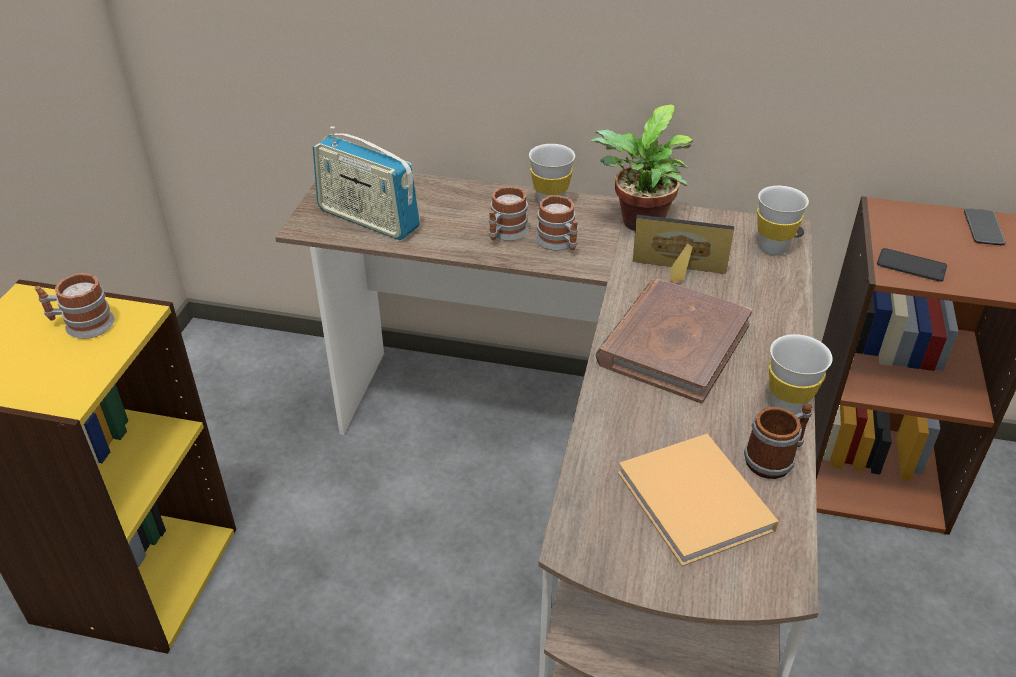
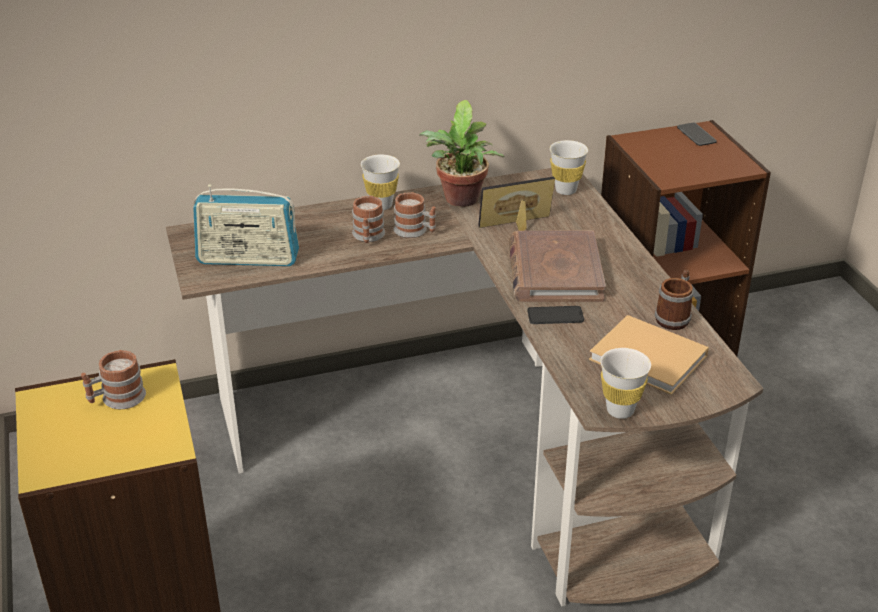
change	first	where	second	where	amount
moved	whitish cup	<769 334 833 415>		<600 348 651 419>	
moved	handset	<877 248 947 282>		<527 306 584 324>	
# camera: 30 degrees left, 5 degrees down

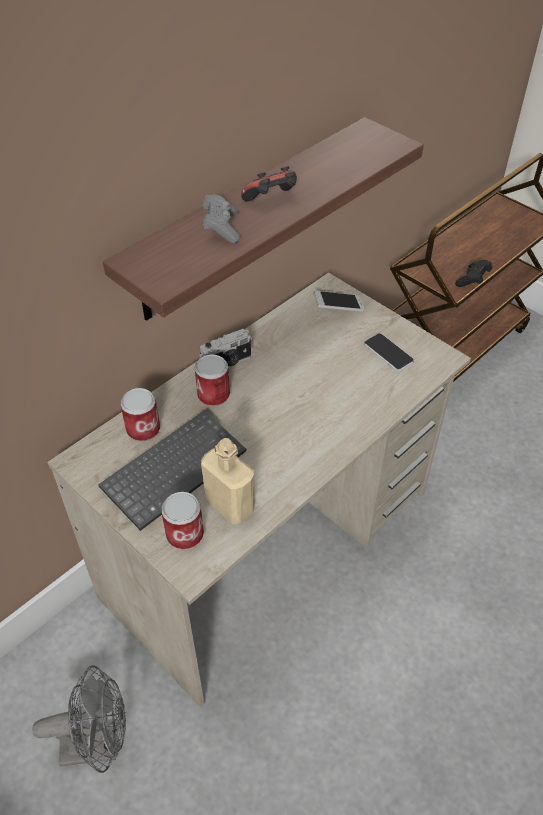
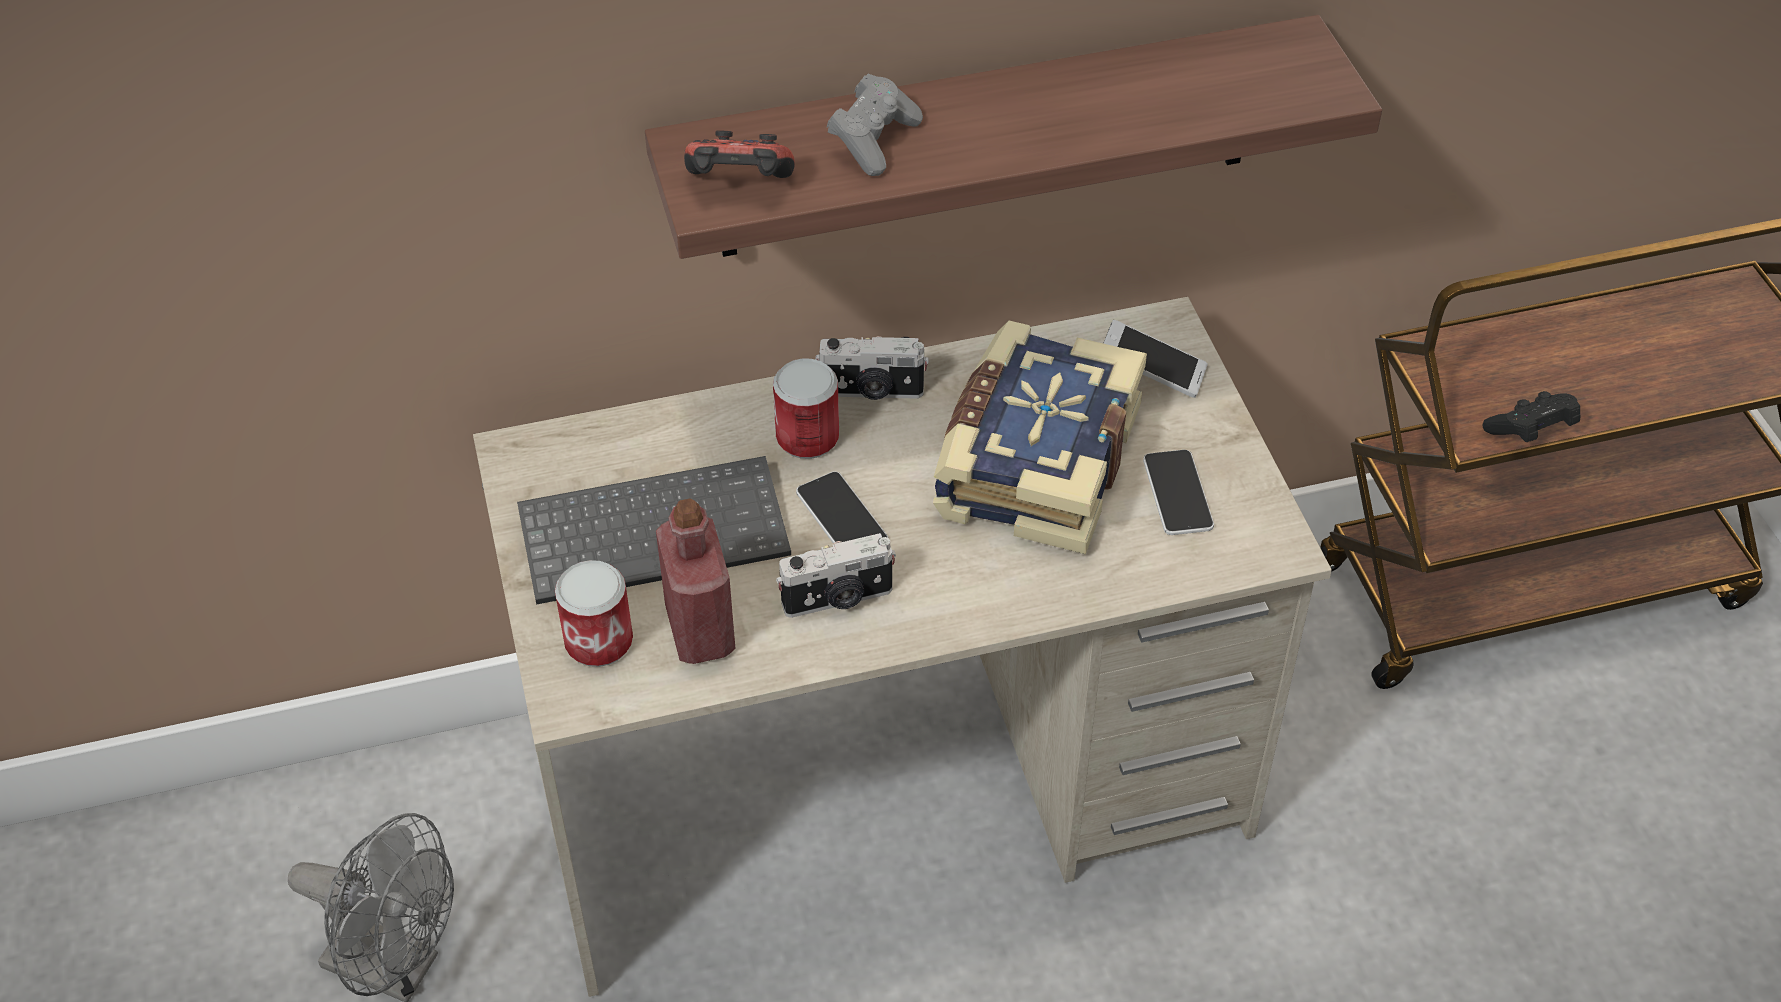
change	first	where	second	where	amount
removed	metal can	<120 388 160 441>			
added			photo camera	<776 533 896 618>	
added			handset	<796 471 888 544>	
added			bound book	<933 320 1147 554>	
moved	gamepad	<241 166 297 202>		<684 131 795 178>	
recoloured	beige-coloured bottle	<201 438 255 525>	red-coloured bottle	<656 498 736 664>	
# camera: 30 degrees right, 0 degrees up

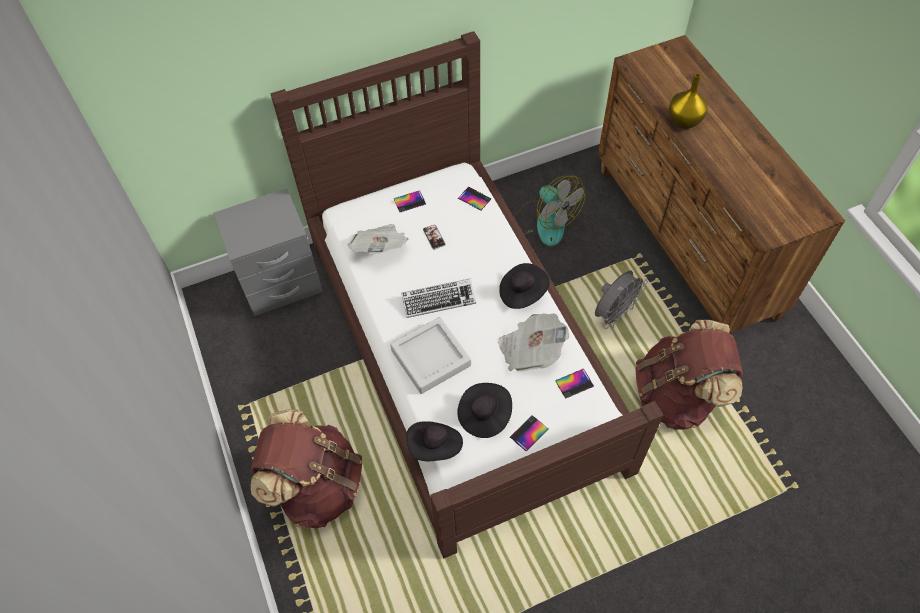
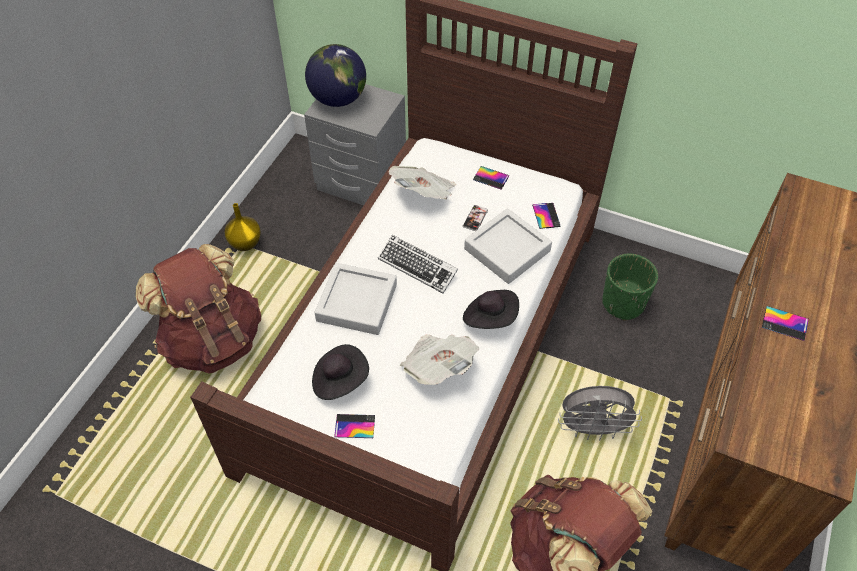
change	first	where	second	where	amount
removed	black hat	<406 421 463 461>			
added			world globe	<305 44 366 107>	
added			greyish carrying tray	<464 208 552 284>	
moved	handset	<555 368 594 399>		<762 306 809 341>	
moved	yellowish vase	<669 74 708 129>		<225 203 261 251>	
replaced	electric fan	<514 176 586 246>	green planter	<602 254 658 320>	
# camera: 45 degrees right, 5 degrees down

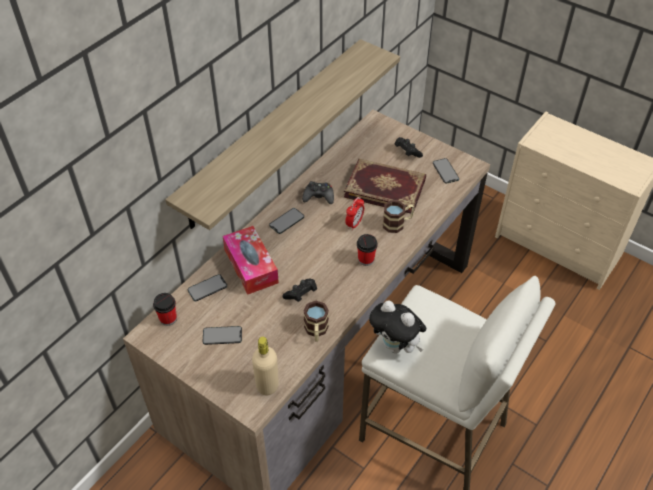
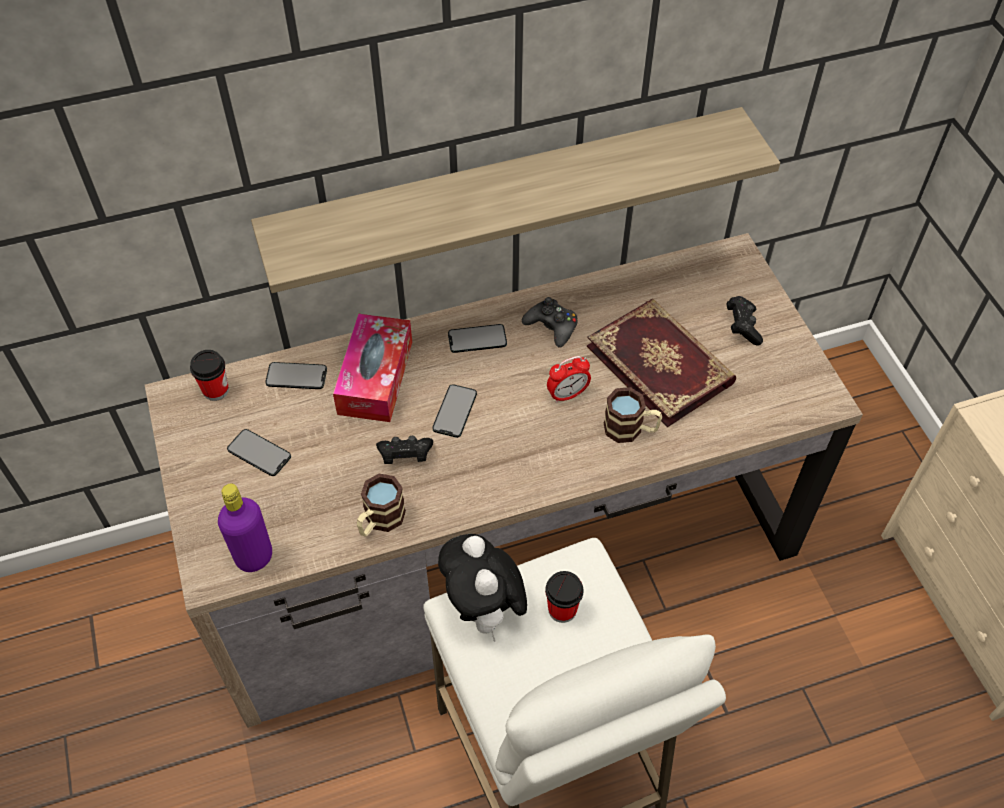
change	first	where	second	where	amount
moved	cup	<357 234 378 266>		<545 571 584 623>	
moved	handset	<433 158 459 184>		<432 384 477 438>	
recoloured	beige-coloured bottle	<252 337 279 395>	purple bottle	<218 484 272 572>	
# camera: 35 degrees right, 5 degrees up

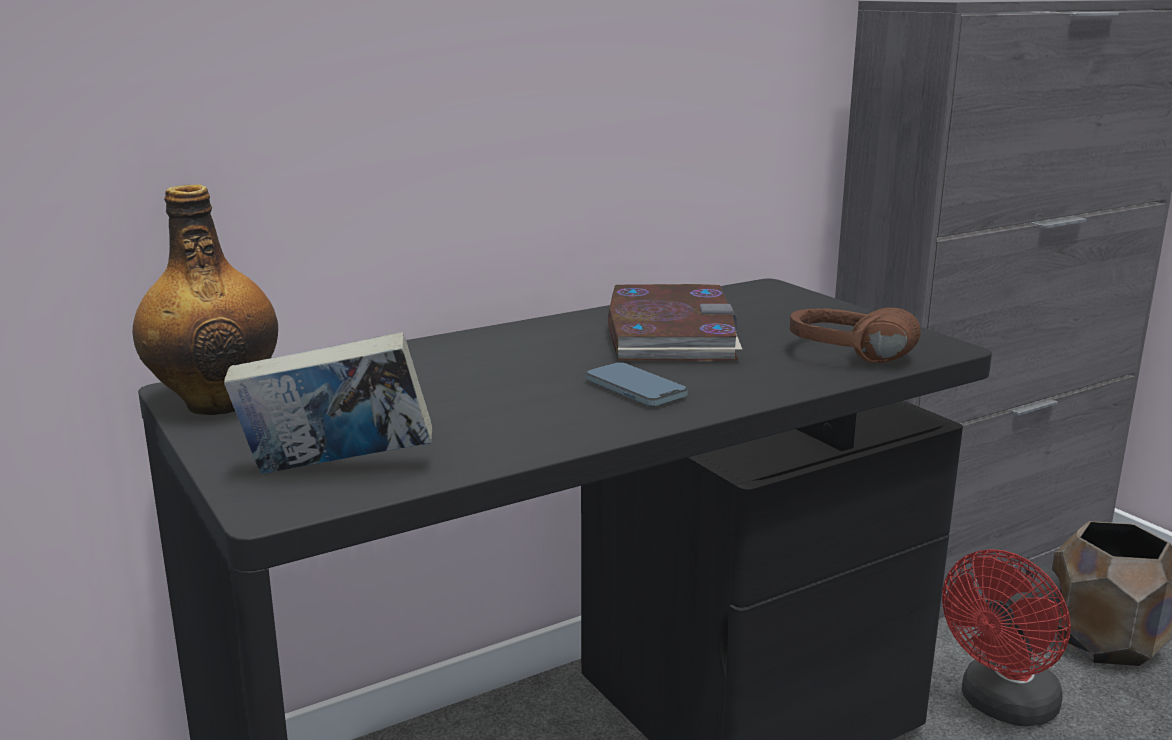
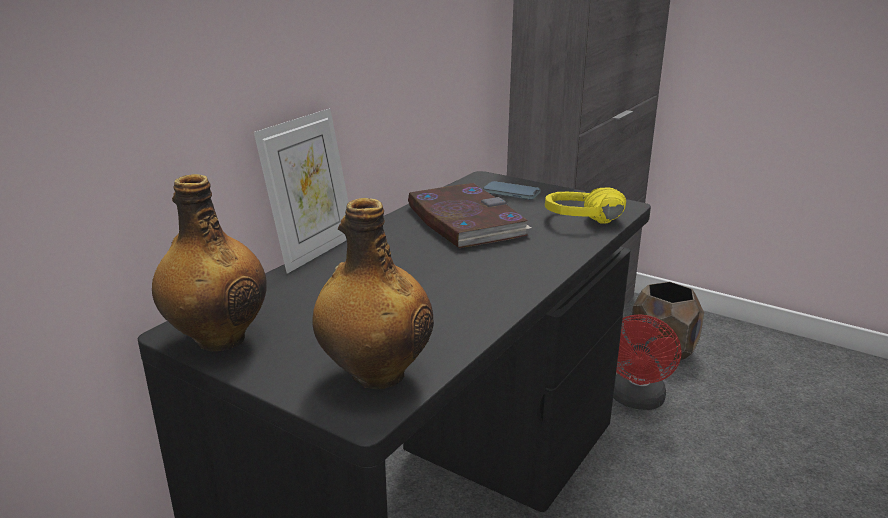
change	first	where	second	where	amount
added			photo frame	<254 108 349 273>	
moved	handset	<585 362 688 407>		<483 181 541 200>	
replaced	bound book	<224 332 432 474>	bottle	<312 198 434 389>	
recoloured	brownish pair of headphones	<790 308 921 363>	yellowish pair of headphones	<545 187 626 224>	
# camera: 25 degrees left, 5 degrees up

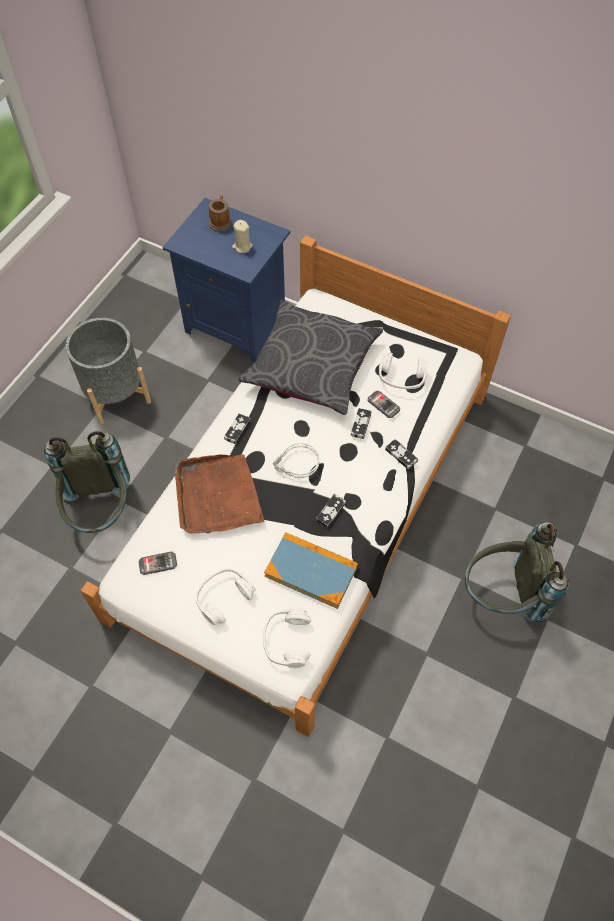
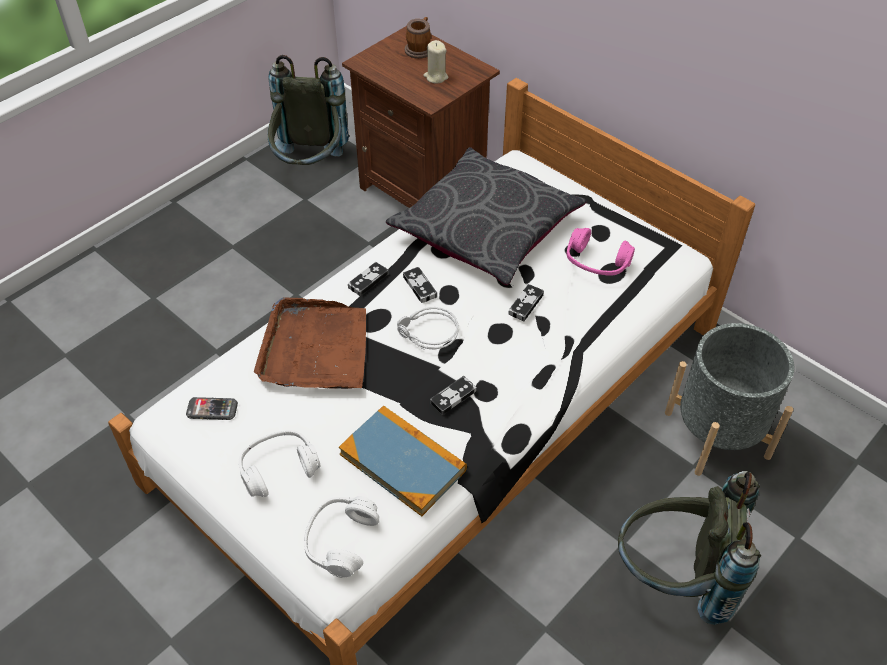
change	first	where	second	where	amount
removed	handset	<368 391 400 418>			
moved	greyish backpack	<44 431 130 533>		<268 55 349 165>	
moved	greyish planter	<66 318 151 425>		<665 323 794 476>	
moved	gamepad	<385 439 418 469>		<403 267 437 303>	
recoloured	bluish night table	<162 198 290 362>	brownish night table	<342 26 500 208>	
recoloured	whitish pair of headphones	<379 353 429 389>	pinkish pair of headphones	<567 228 635 276>	
# camera: 15 degrees right, 10 degrees down

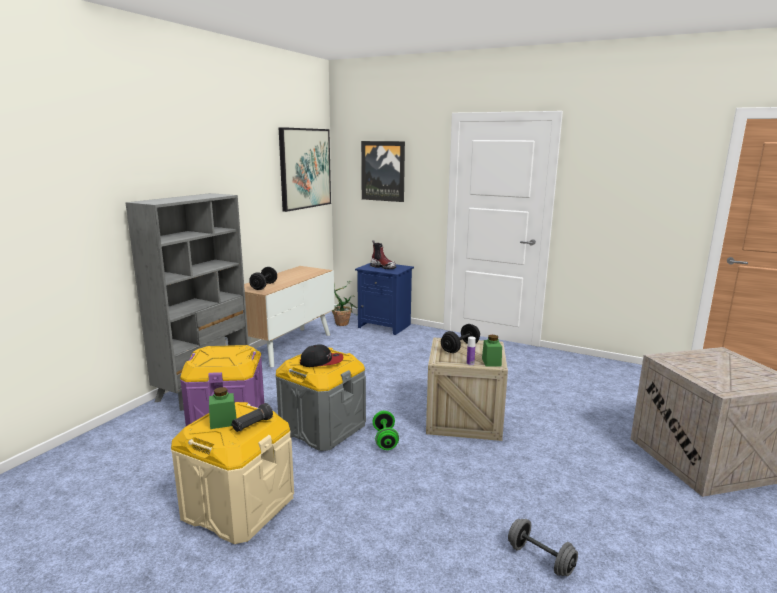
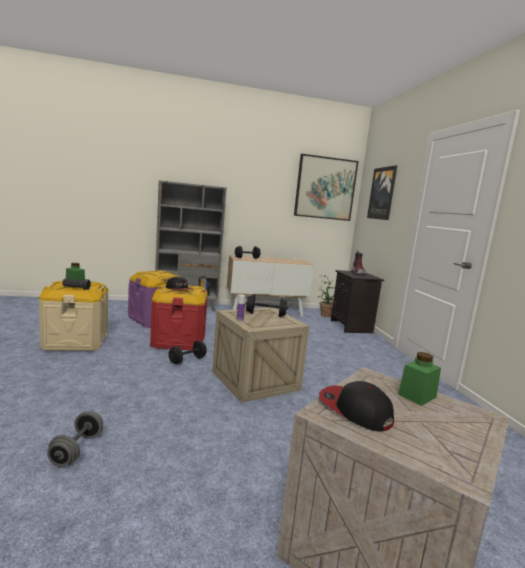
change	first	where	second	where	amount
added			baseball cap	<319 381 394 432>	
moved	green jar	<482 335 502 366>		<398 352 441 406>	
recoloured	greyish storage box	<276 348 366 451>	red-coloured storage box	<150 284 208 350>	
recoloured	bluish night table	<355 263 414 335>	black night table	<331 270 384 334>	
recoloured	green free weight	<372 411 399 450>	black free weight	<168 341 207 365>	
# camera: 50 degrees right, 5 degrees down

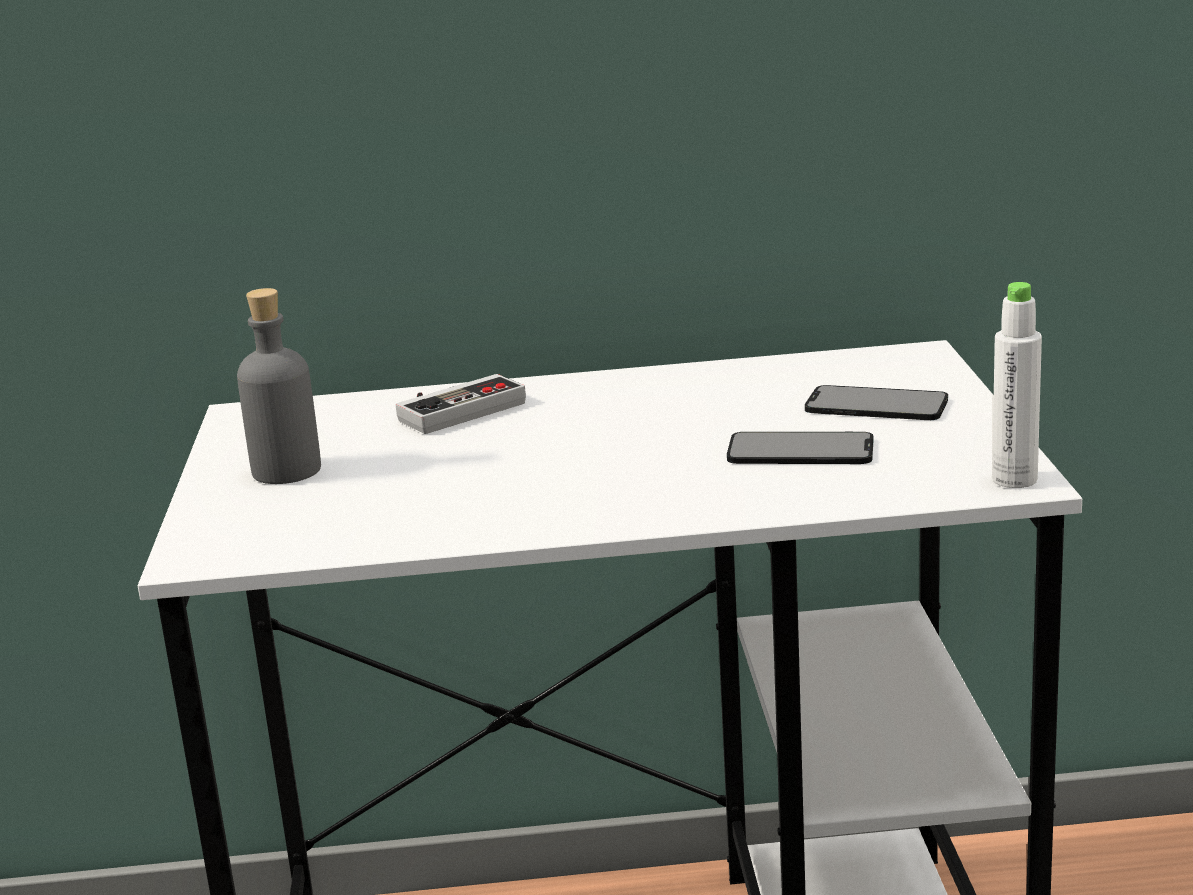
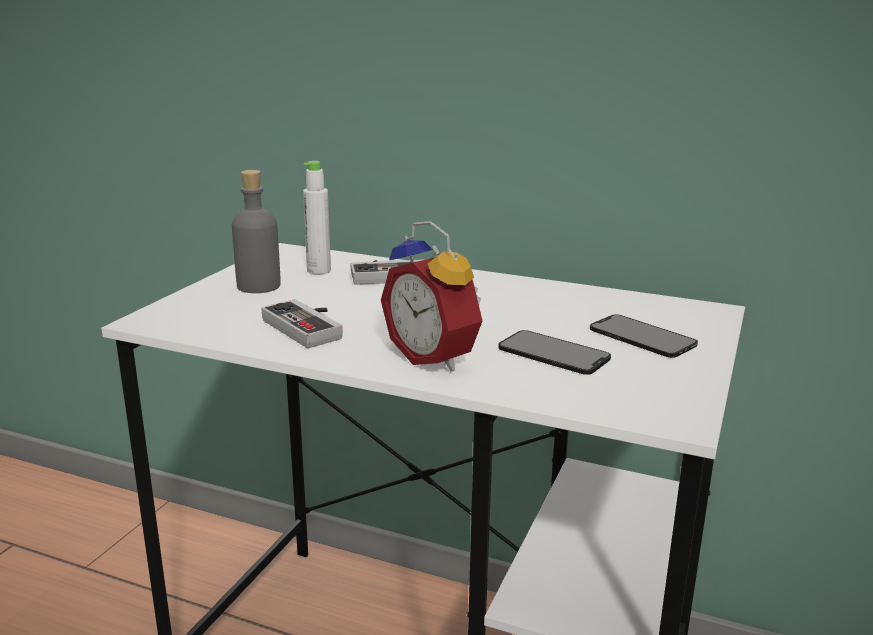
change	first	where	second	where	amount
added			gamepad	<261 299 343 348>	
added			bedside clock	<381 221 482 371>	
moved	whitish bottle	<992 282 1042 488>		<303 161 331 275>	
# camera: 25 degrees right, 0 degrees up

